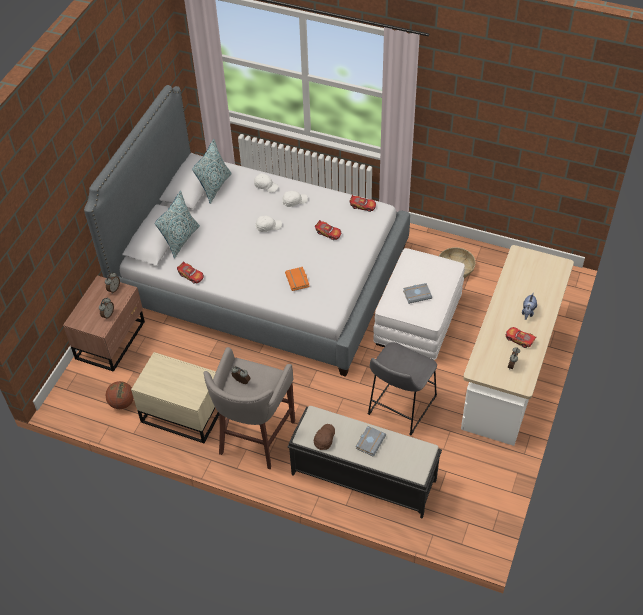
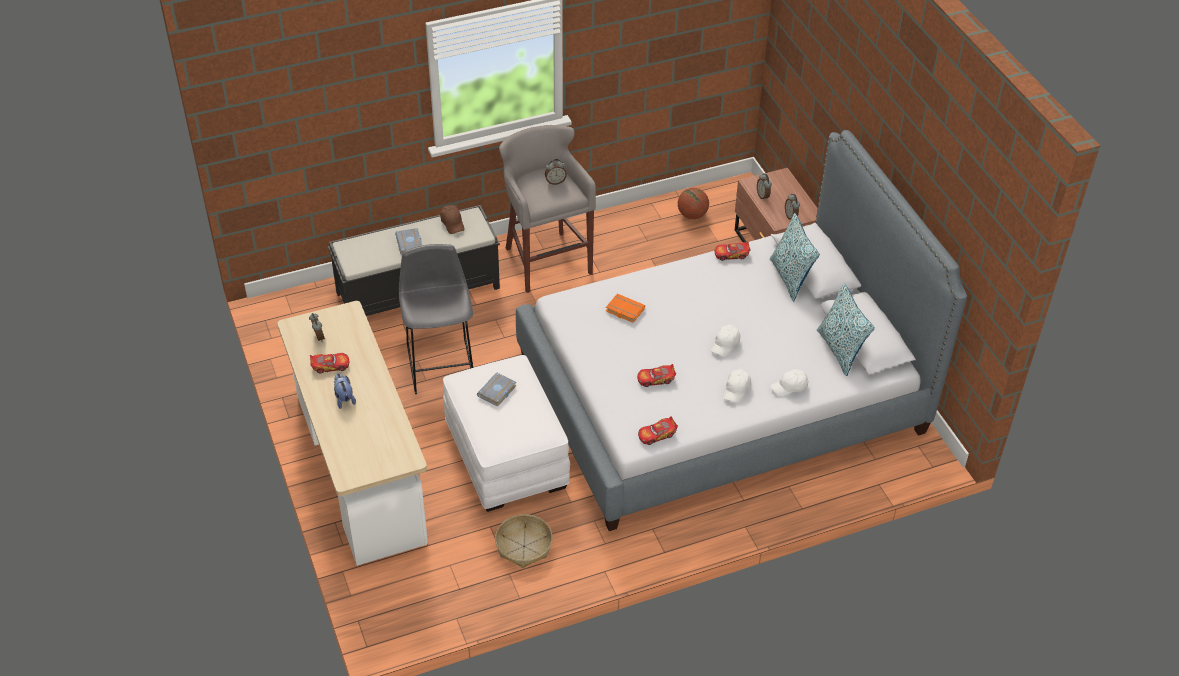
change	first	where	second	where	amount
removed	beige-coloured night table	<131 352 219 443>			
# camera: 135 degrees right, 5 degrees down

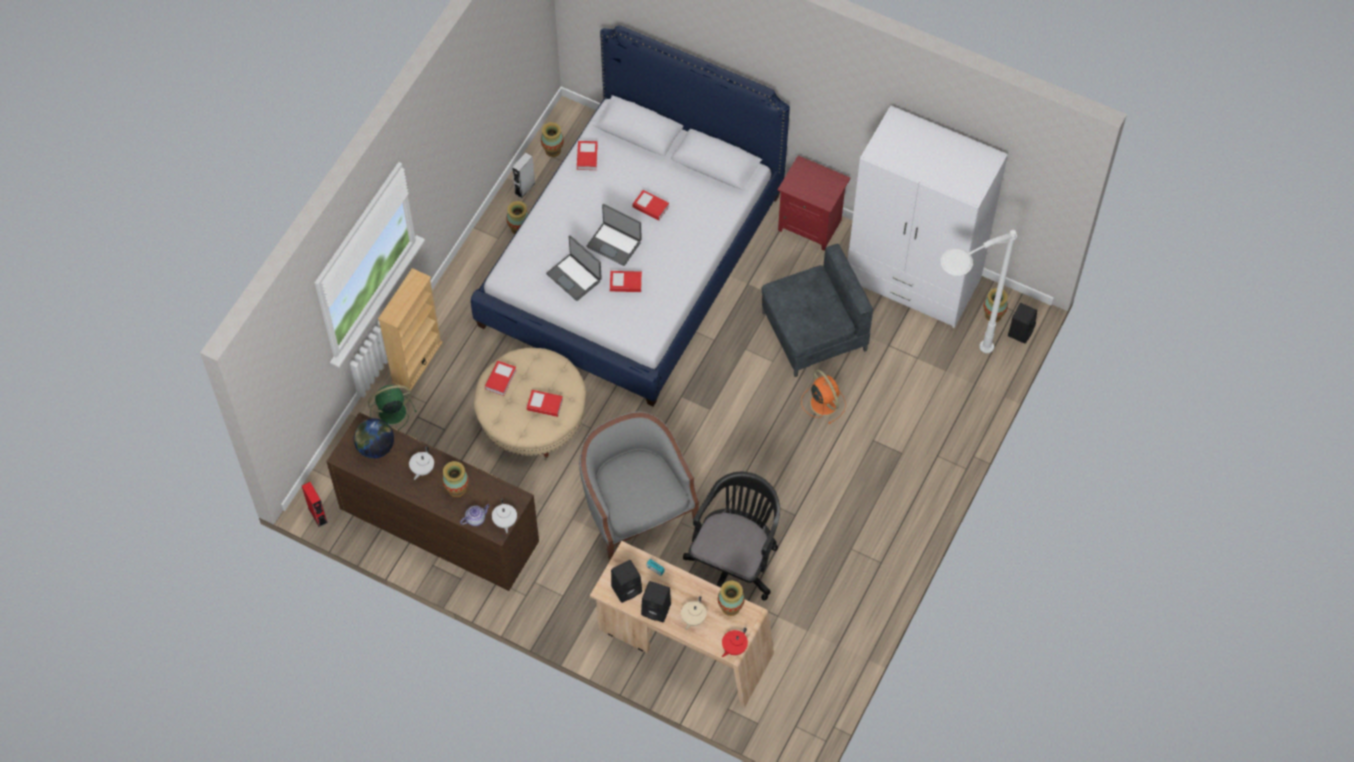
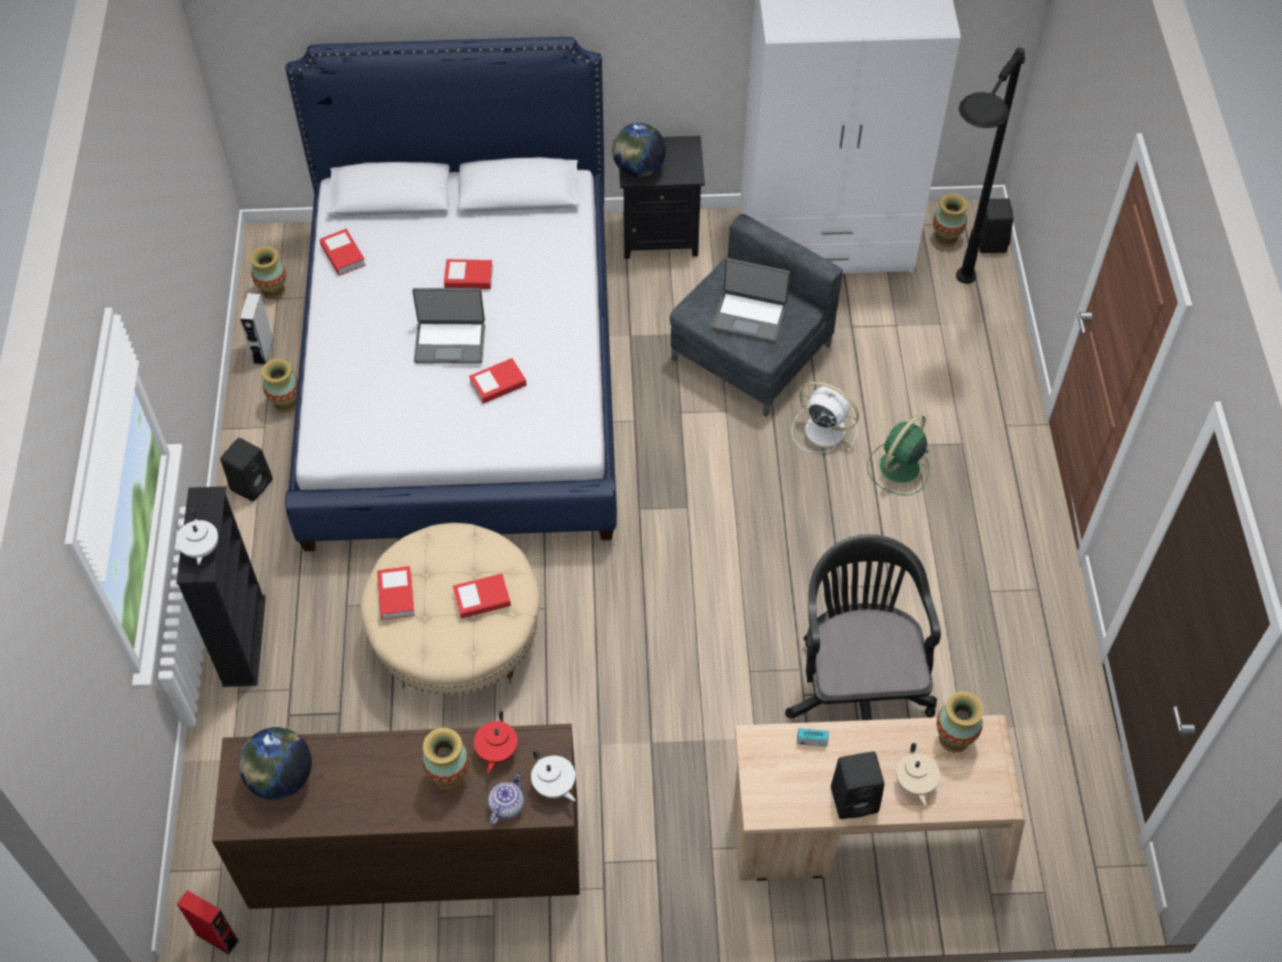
change	first	where	second	where	amount
removed	greyish easy chair	<579 412 699 560>			
added			world globe	<612 123 666 178>	
moved	green electric fan	<368 385 417 430>		<867 414 929 496>	
moved	whitish teapot	<409 446 434 480>		<176 510 218 565>	
moved	portable computer	<546 235 602 301>		<712 258 790 342>	
moved	black loudspeaker	<611 560 642 603>		<220 438 273 502>	
moved	red-coloured teapot	<722 628 748 657>		<474 711 518 773>	
recoloured	beige-coloured bookcase	<378 268 443 391>	black bookcase	<177 486 266 687>	
recoloured	red-coloured night table	<778 155 851 251>	black night table	<619 136 705 259>	
recoloured	orange electric fan	<801 370 846 424>	whitish electric fan	<792 381 859 453>	
recoloured	whitish standard lamp	<940 230 1017 353>	black standard lamp	<956 47 1025 284>	
# camera: 30 degrees left, 5 degrees down

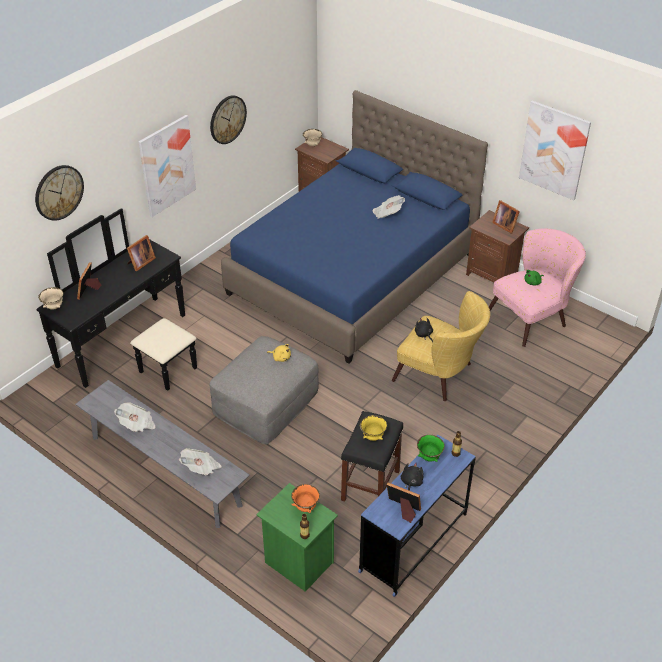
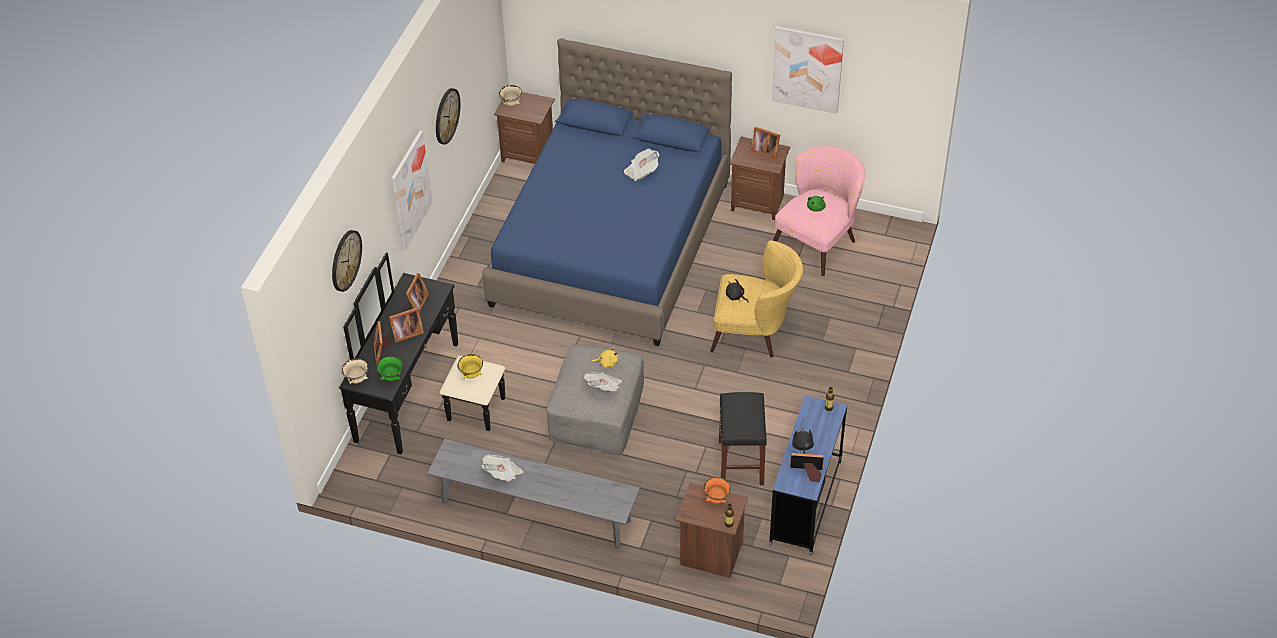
change	first	where	second	where	amount
added			photo frame	<389 307 424 343>	
moved	printed paper	<179 448 222 475>		<584 372 622 391>	
moved	yellowish serving bowl	<360 415 387 441>		<457 354 483 379>	
moved	green serving bowl	<417 435 445 462>		<377 356 403 381>	
recoloured	green night table	<256 483 338 592>	brownish night table	<676 482 748 578>	
# camera: 20 degrees left, 5 degrees up

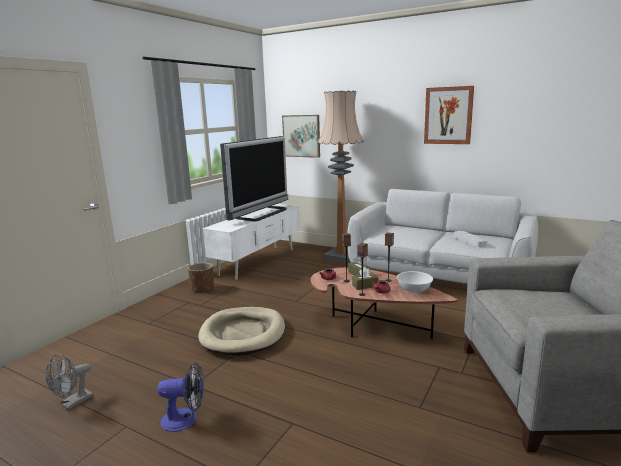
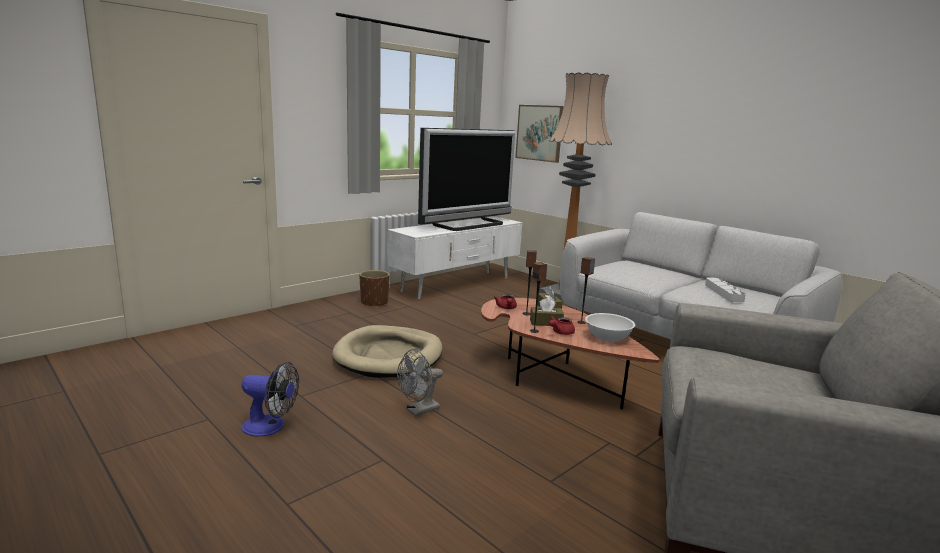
change	first	where	second	where	amount
removed	picture	<424 86 474 144>			
moved	greyish electric fan	<46 354 93 410>		<397 349 443 417>	
# camera: 15 degrees right, 0 degrees up

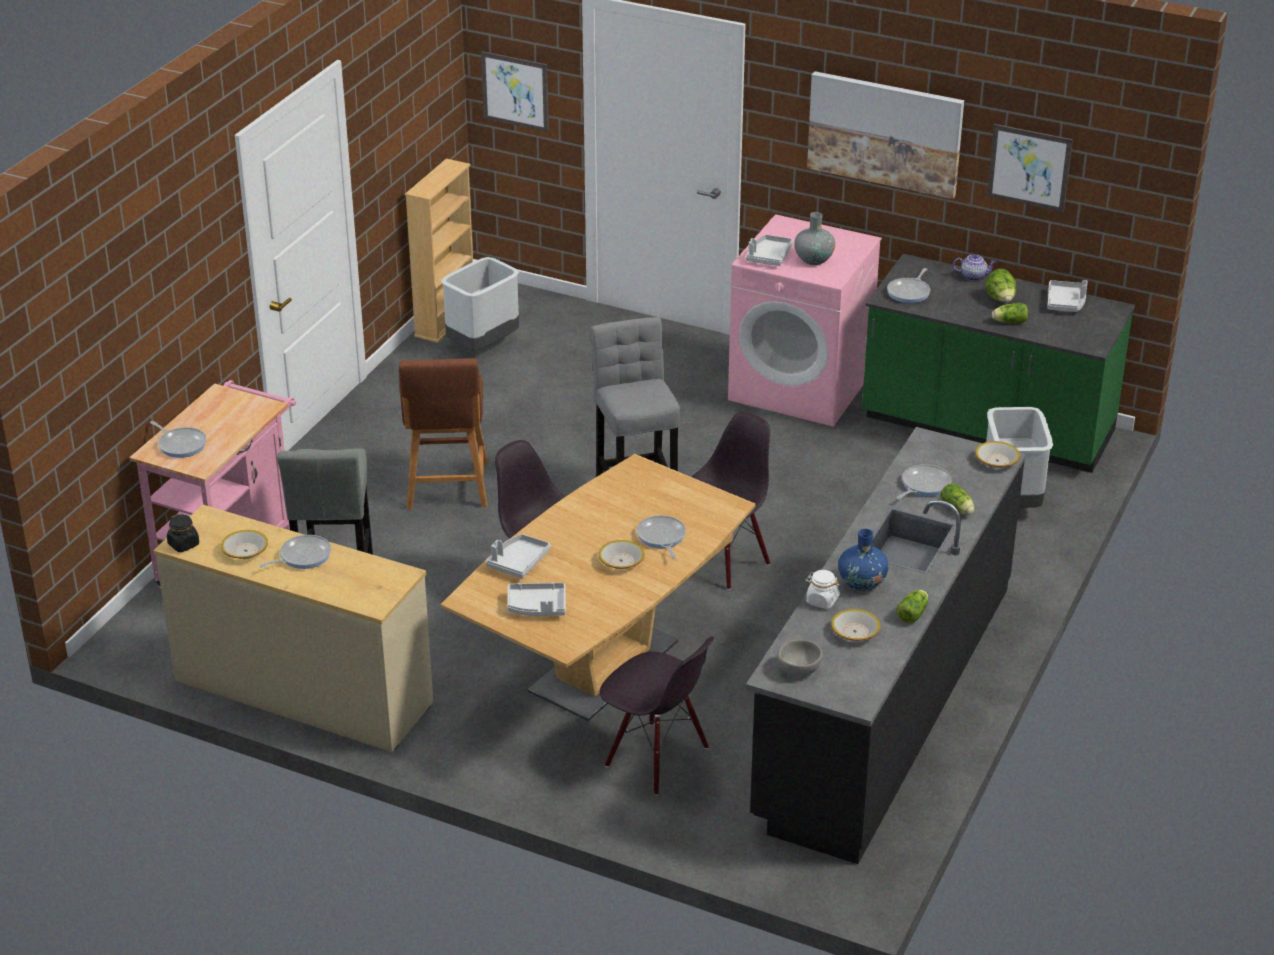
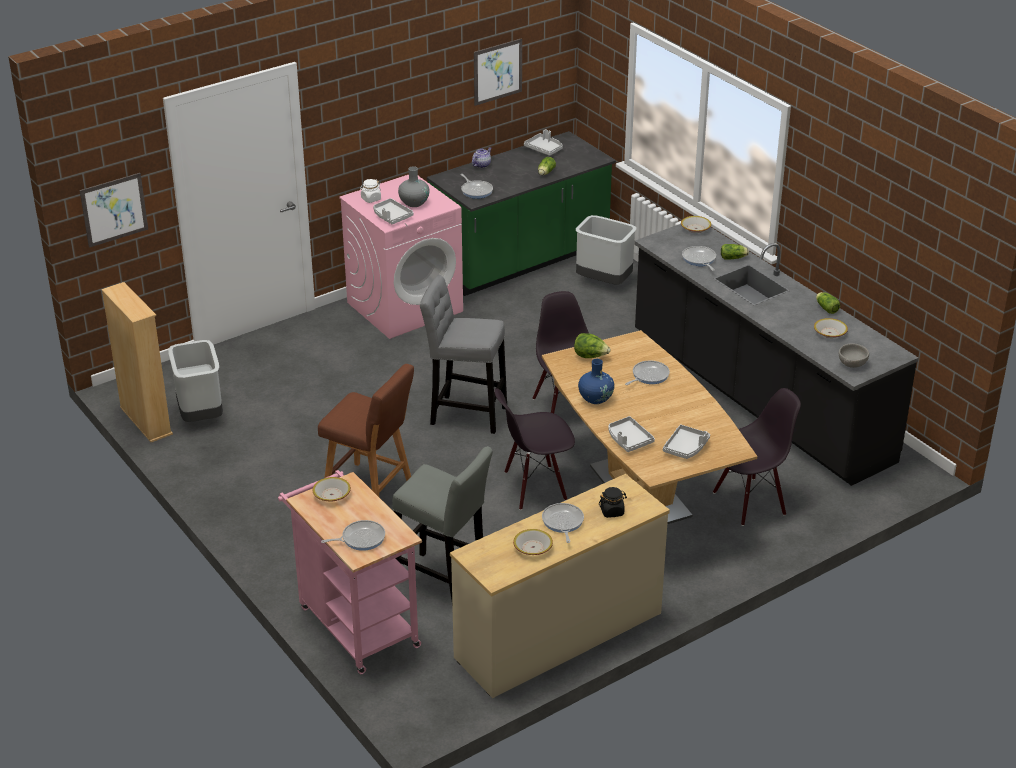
change	first	where	second	where	amount
removed	picture	<807 71 964 199>			
moved	black jar	<167 514 199 552>		<599 487 627 518>	
moved	serving bowl	<598 540 645 569>		<313 477 351 502>	
moved	whitish jar	<806 570 840 609>		<360 179 381 203>	
moved	bluish vase	<838 529 889 591>		<578 359 614 404>	
moved	head of lettuce	<986 269 1016 302>		<574 333 610 358>	
turned	skillet	<636 515 686 558>		<625 361 670 385>	120 degrees clockwise
# camera: 60 degrees left, 0 degrees up

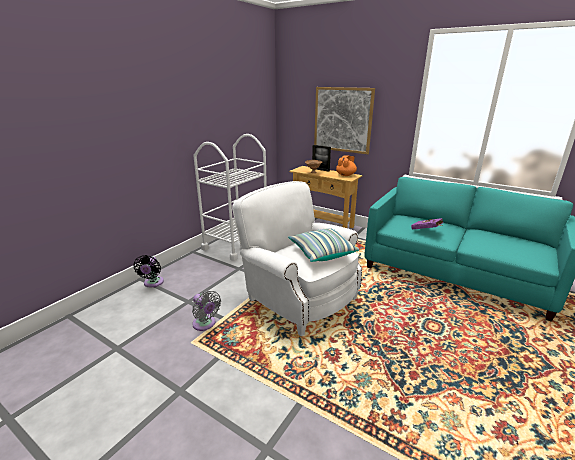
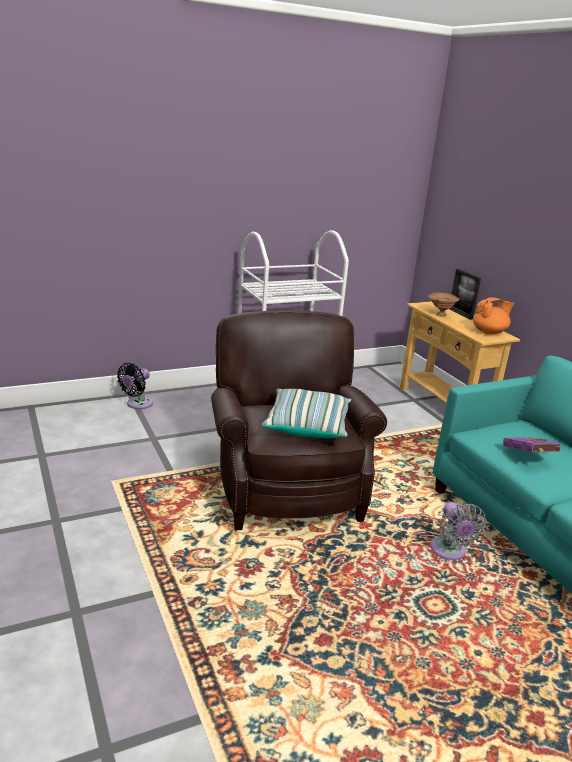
change	first	where	second	where	amount
removed	picture	<314 87 375 154>			
moved	greyish electric fan	<192 291 221 331>		<430 502 486 560>	
recoloured	whitish easy chair	<232 181 362 336>	brownish easy chair	<211 310 387 530>	
# camera: 30 degrees right, 0 degrees up

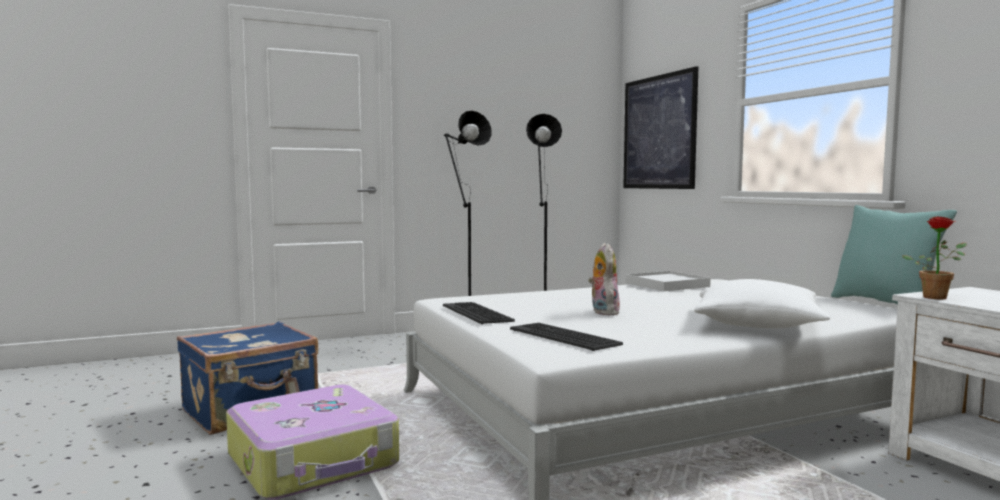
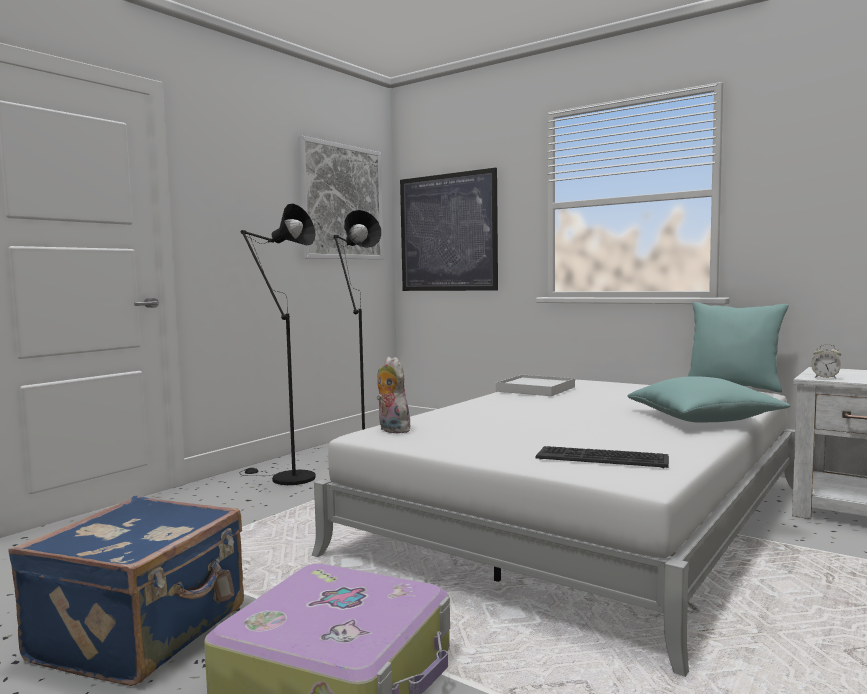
change	first	where	second	where	amount
removed	computer keyboard	<443 302 515 324>			
added			picture	<298 136 384 260>	
moved	plush toy	<588 243 620 315>		<377 357 410 433>	
replaced	potted plant	<902 216 967 299>	bedside clock	<811 344 841 379>	
recoloured	whitish pillow	<694 279 830 328>	turquoise pillow	<627 376 790 423>	
# camera: 30 degrees left, 0 degrees up

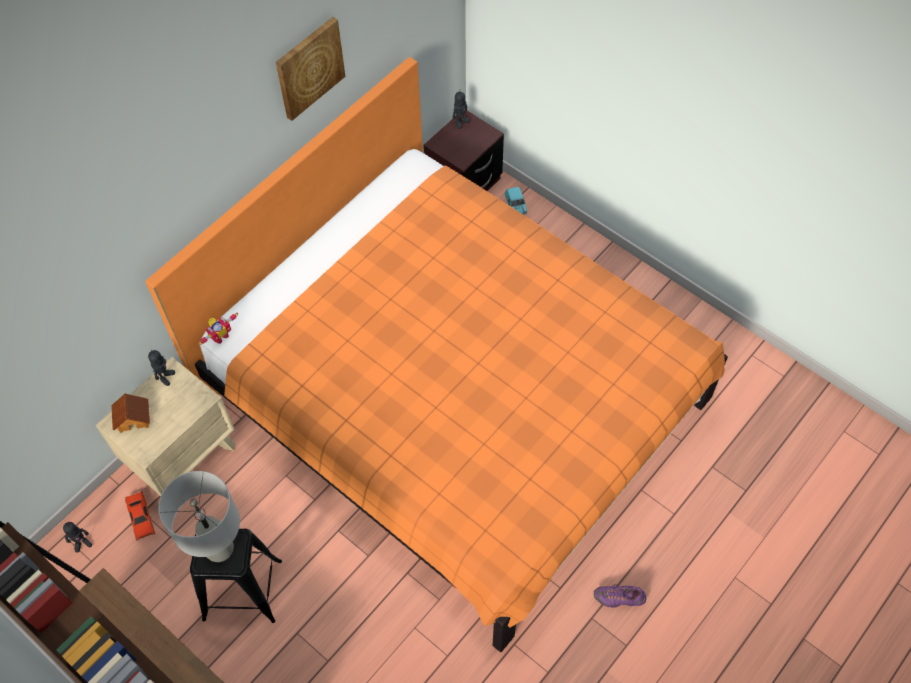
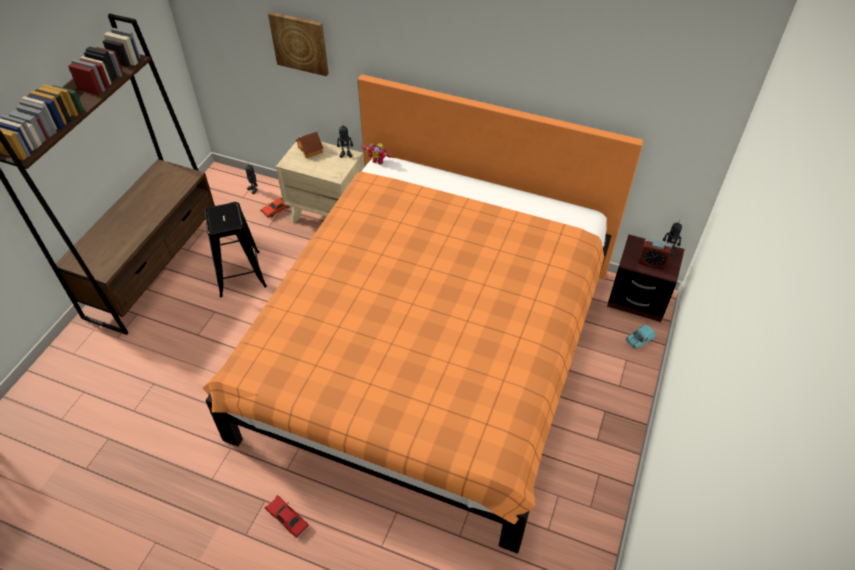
change	first	where	second	where	amount
removed	greyish tabletop lamp	<158 471 240 562>			
added			bedside clock	<638 238 672 270>	
moved	picture	<276 17 345 121>		<268 12 329 76>	
replaced	purple shoe	<594 585 647 608>	red-coloured toy car	<265 495 309 538>	
# camera: 70 degrees right, 10 degrees down

